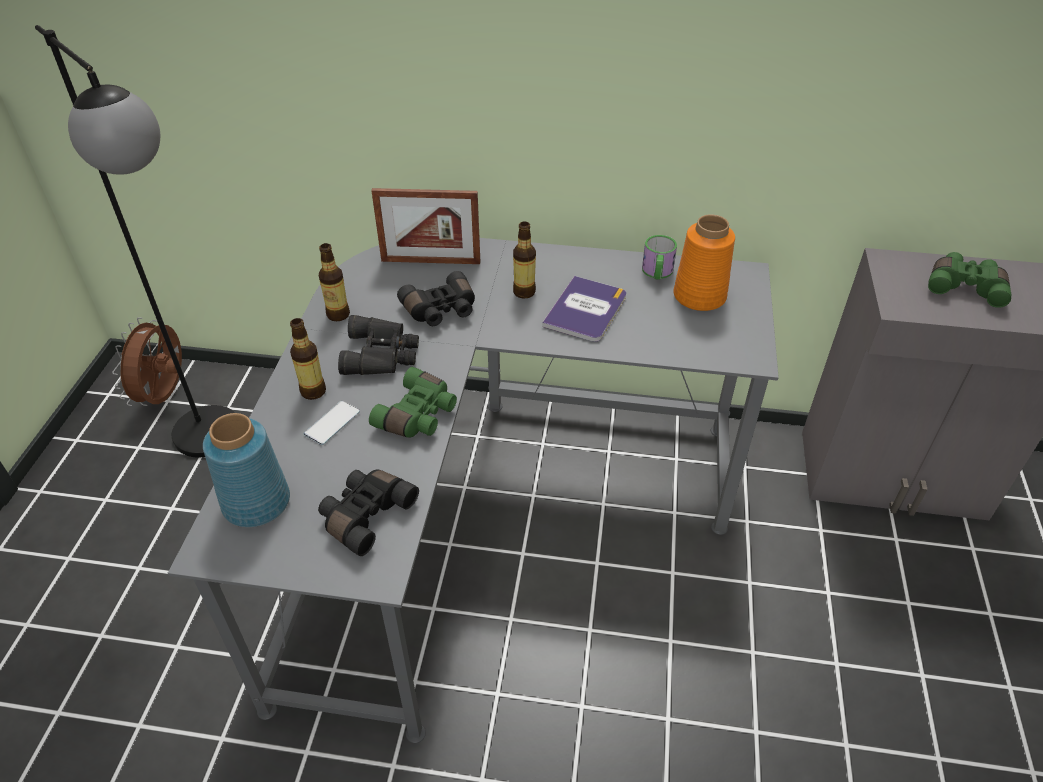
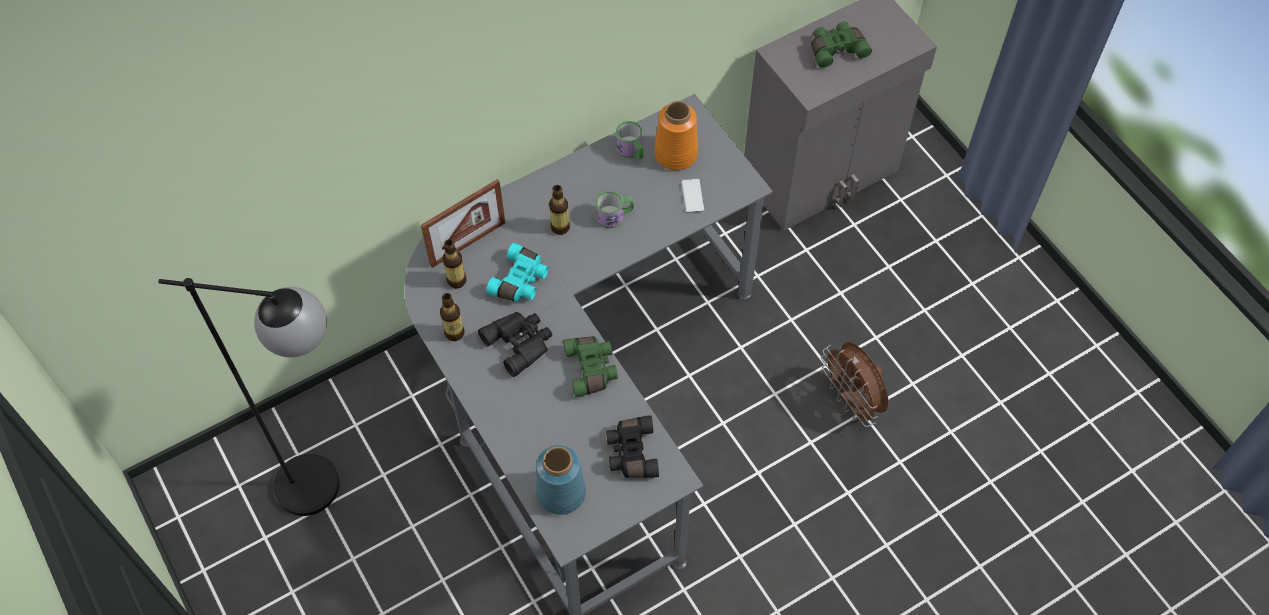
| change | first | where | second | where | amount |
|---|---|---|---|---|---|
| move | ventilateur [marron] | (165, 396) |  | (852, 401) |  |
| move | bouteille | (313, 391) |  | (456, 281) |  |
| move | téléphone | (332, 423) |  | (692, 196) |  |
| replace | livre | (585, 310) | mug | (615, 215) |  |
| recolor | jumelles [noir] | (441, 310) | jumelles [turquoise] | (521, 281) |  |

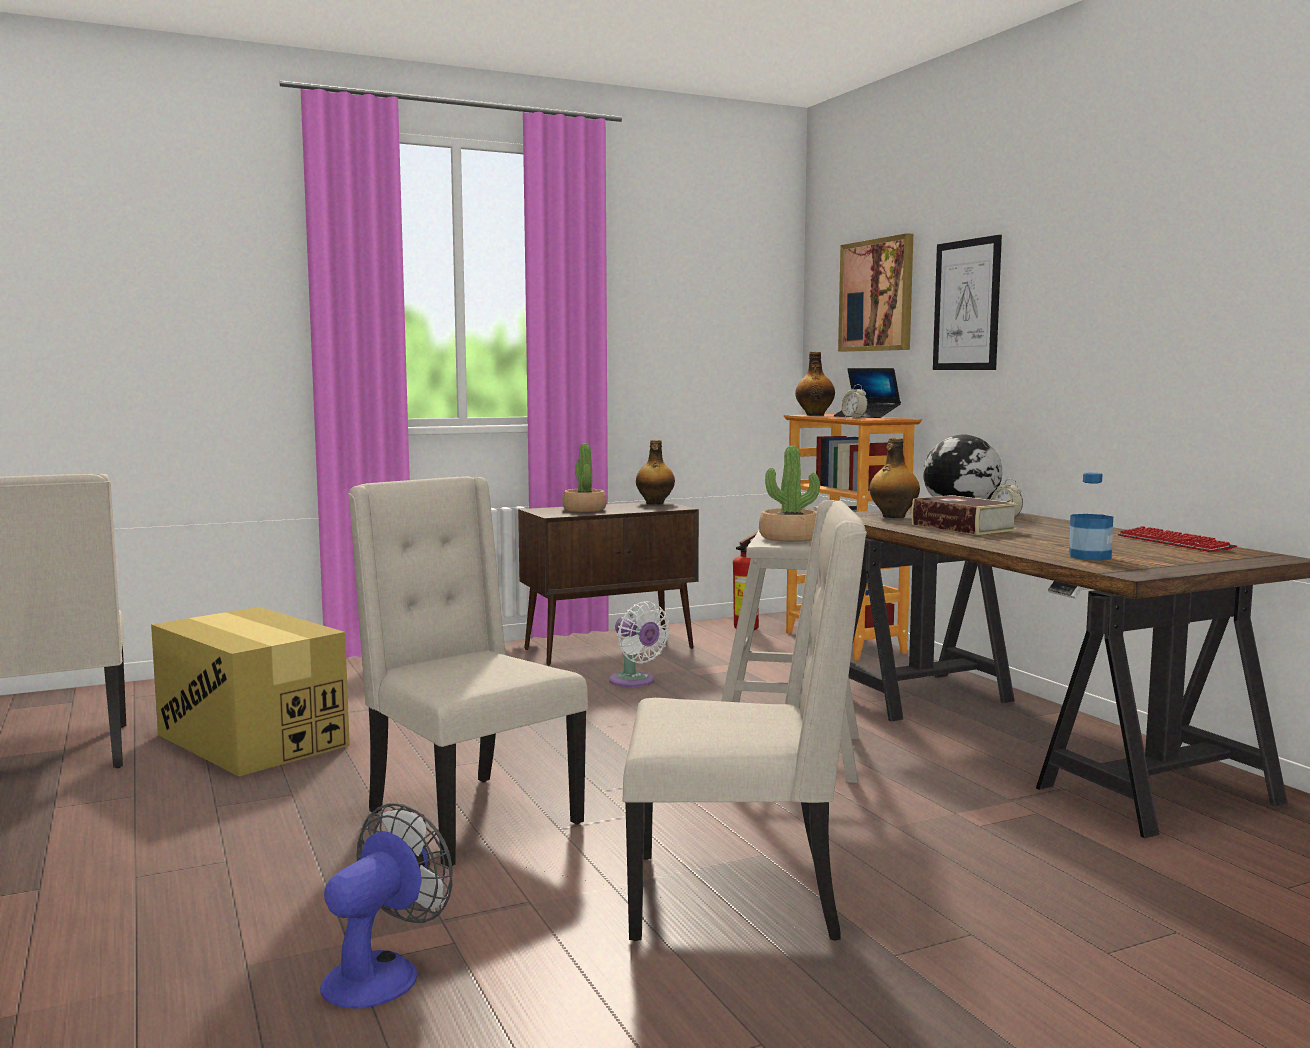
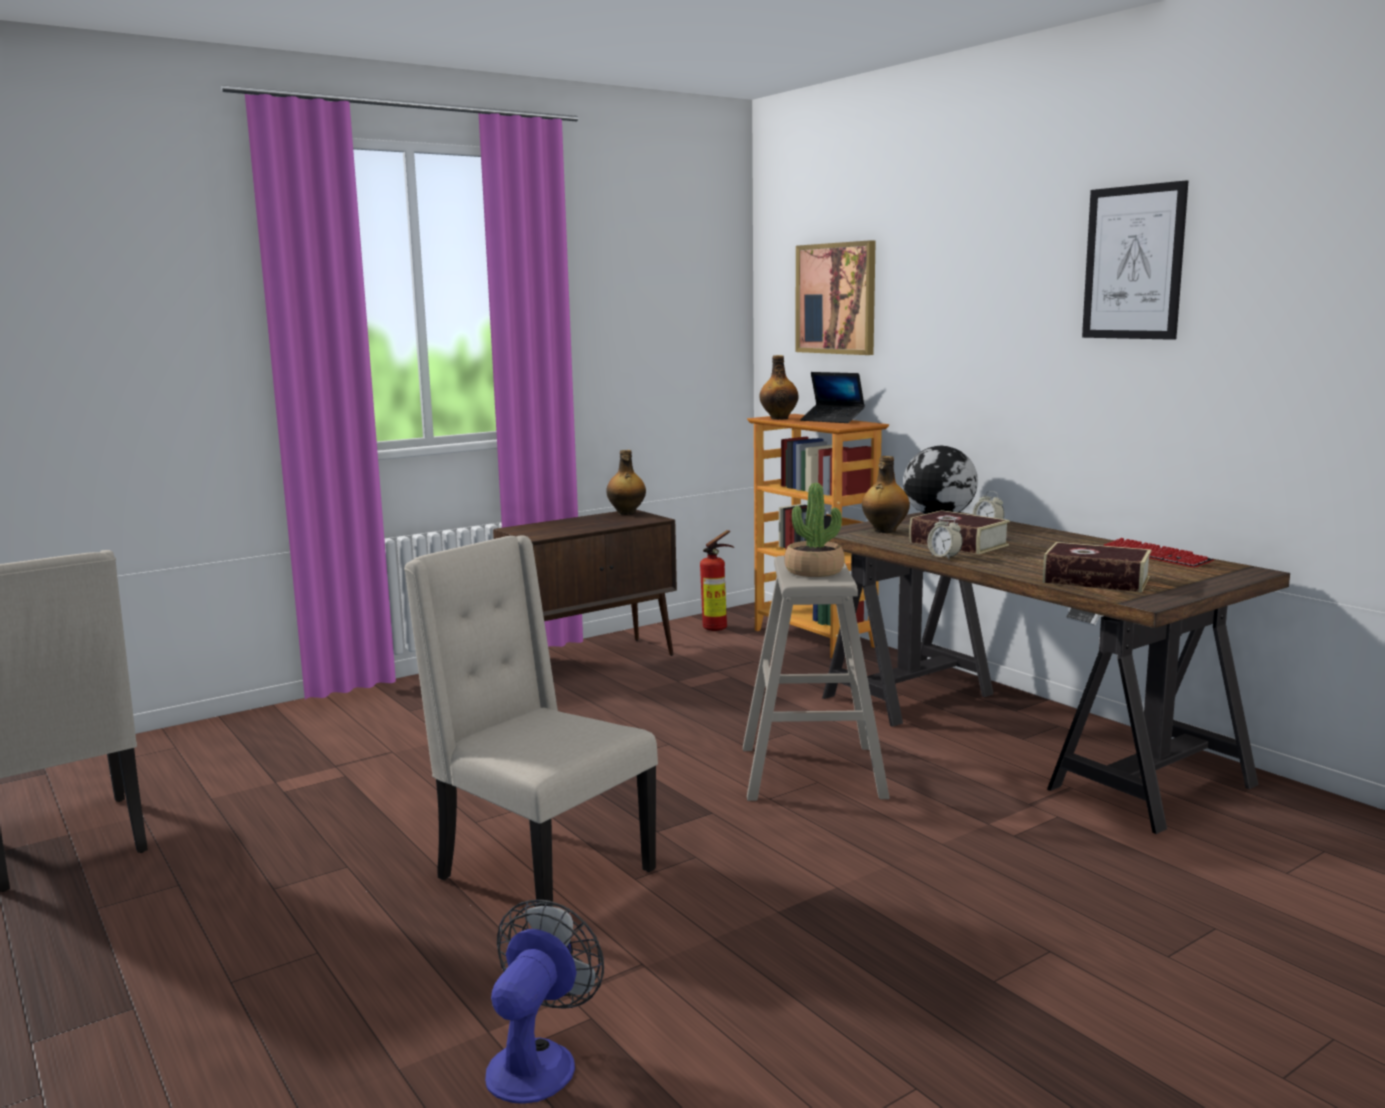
| change | first | where | second | where | amount |
|---|---|---|---|---|---|
| delete | carton | (252, 740) |  |  |  |
| delete | plante en pot | (584, 509) |  |  |  |
| delete | ventilateur [blanc] | (635, 682) |  |  |  |
| delete | chaise [beige] | (739, 897) |  |  |  |
| move | réveil | (854, 418) |  | (944, 557) |  |
| move | tableau | (966, 305) |  | (1133, 263) |  |
| replace | bouteille | (1090, 557) | livre | (1096, 580) |  |

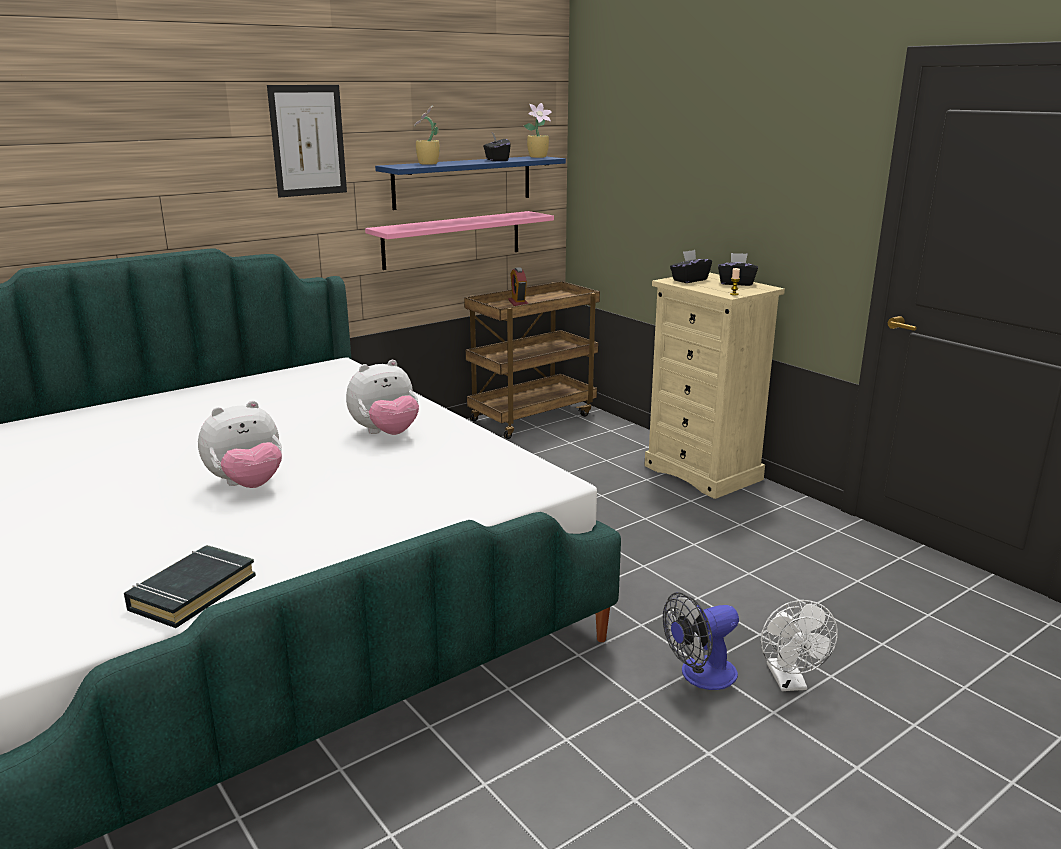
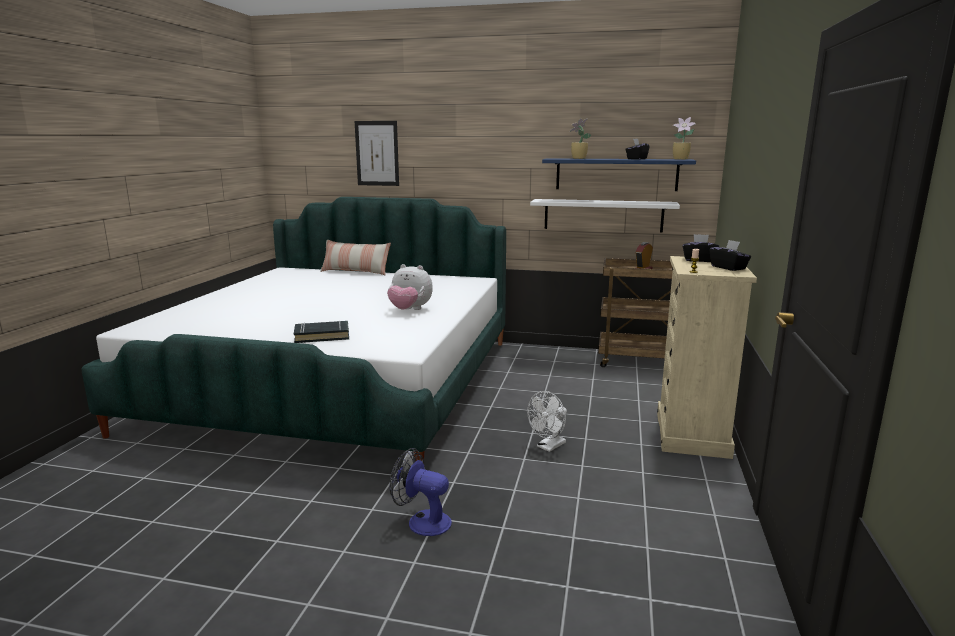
| change | first | where | second | where | amount |
|---|---|---|---|---|---|
| delete | peluche | (247, 485) |  |  |  |
| insert |  |  | coussin | (355, 272) |  |
| move | livre [noir] | (192, 592) |  | (322, 336) |  |
| move | tableau | (308, 140) |  | (377, 153) |  |
| move | ventilateur [blanc] | (789, 682) |  | (548, 447) |  |
| recolor | étagère [rose] | (452, 239) | étagère [blanc] | (603, 215) |  |

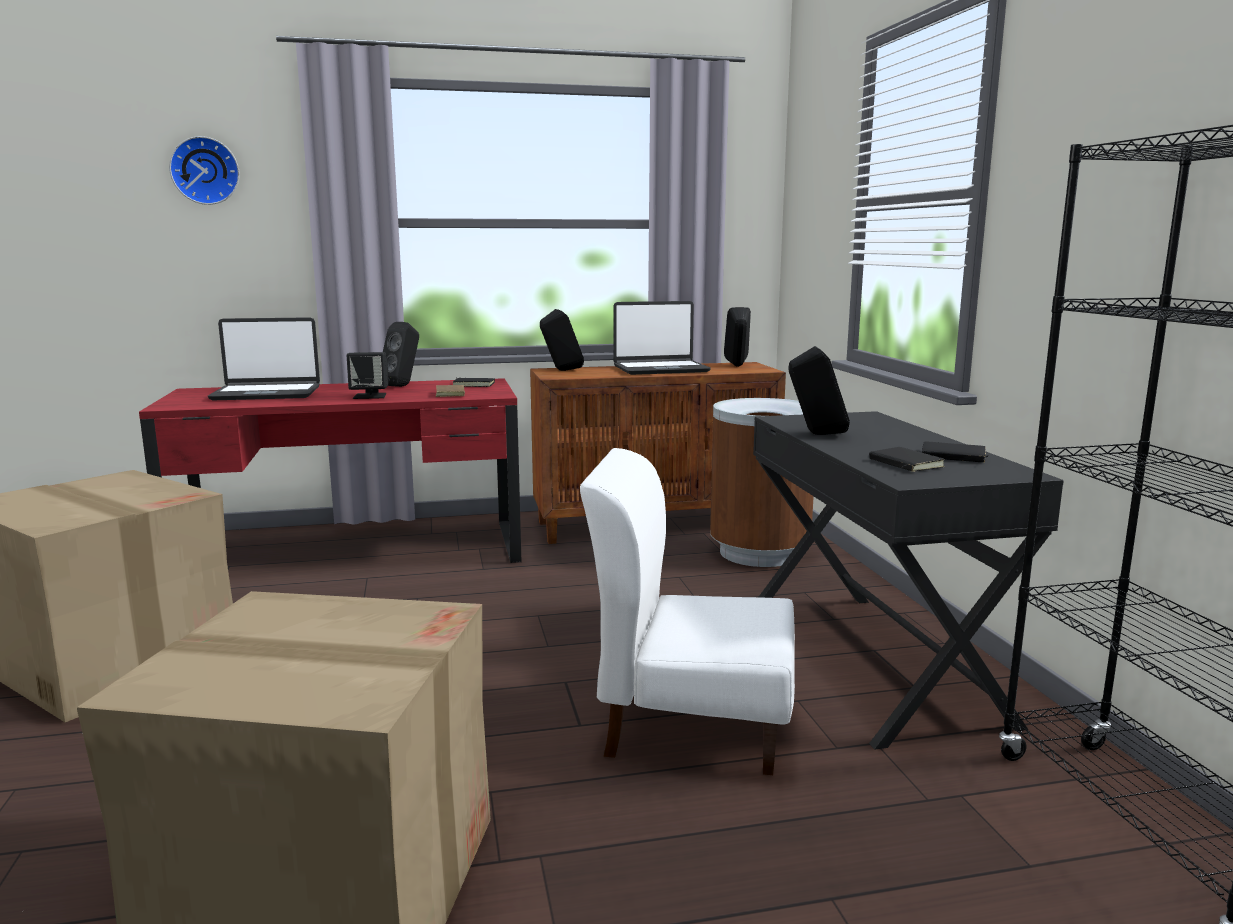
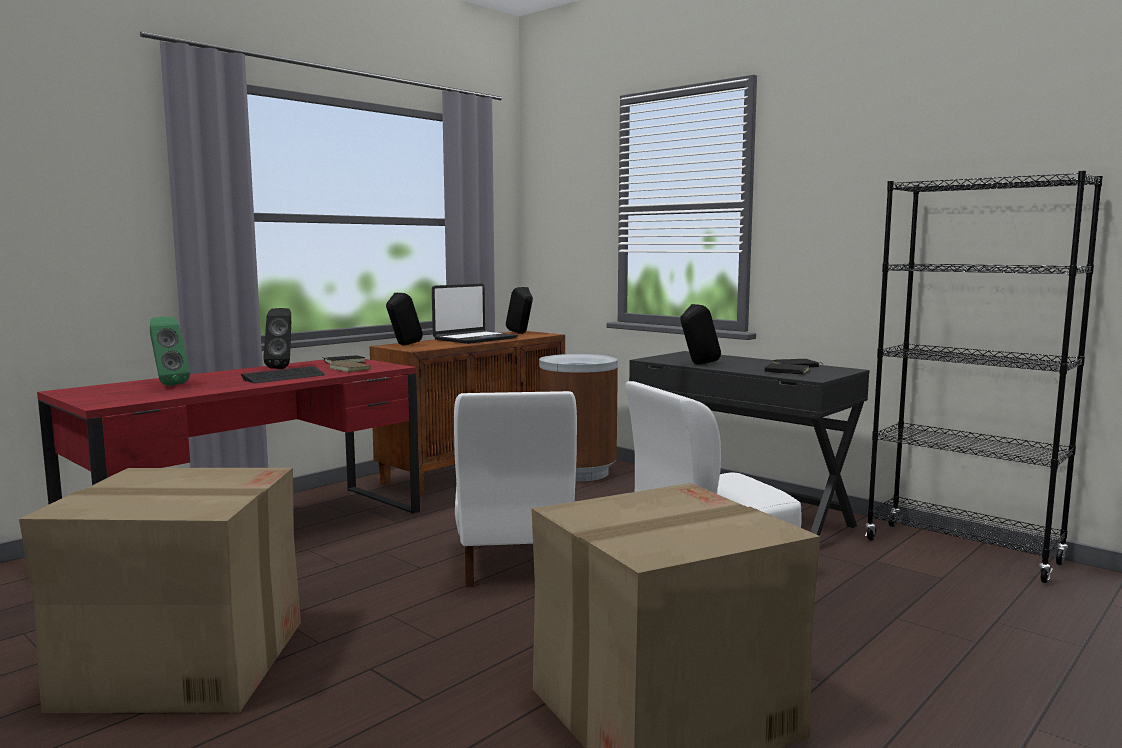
| change | first | where | second | where | amount |
|---|---|---|---|---|---|
| delete | horloge murale | (206, 171) |  |  |  |
| insert |  |  | chaise [blanc] | (514, 563) |  |
| replace | ordinateur portable | (266, 393) | enceinte [vert] | (168, 385) |  |
| replace | enceinte [noir] | (370, 396) | clavier | (284, 377) |  |

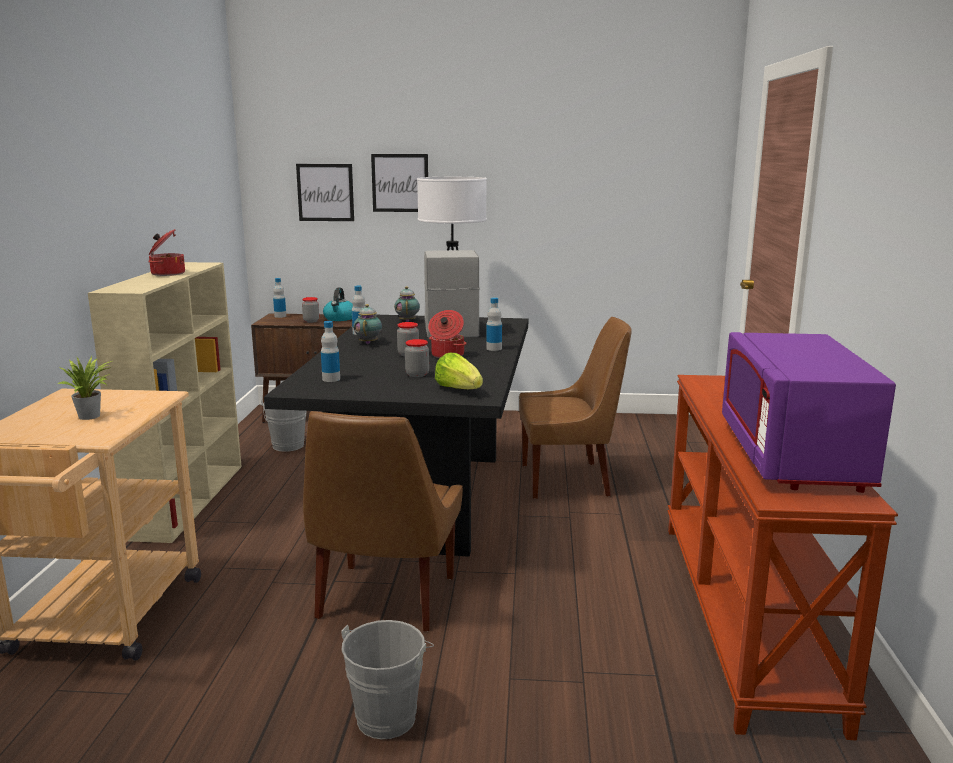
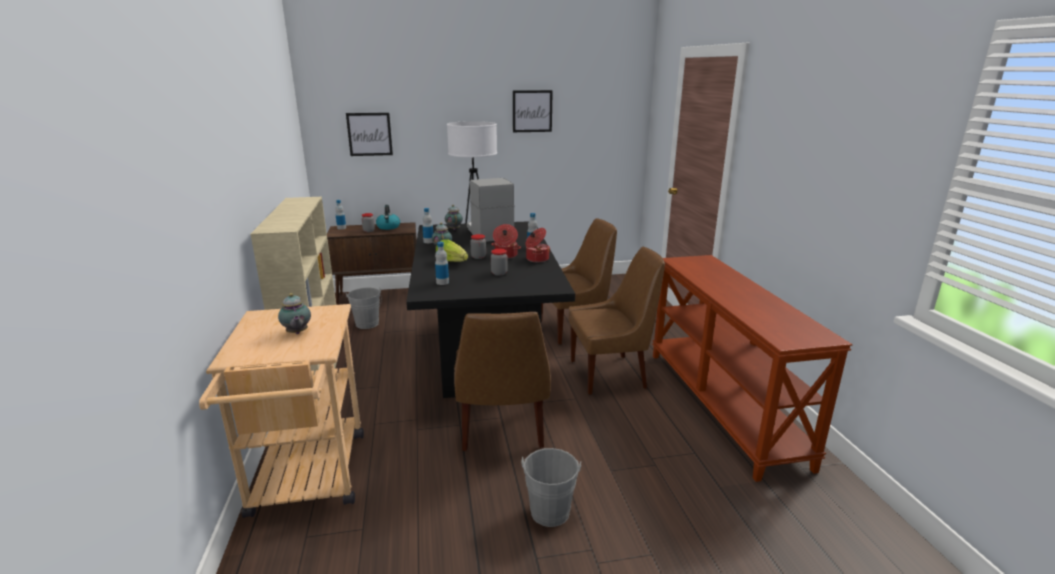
| change | first | where | second | where | amount |
|---|---|---|---|---|---|
| delete | micro-ondes [violet] | (791, 456) |  |  |  |
| insert |  |  | chaise [marron] | (610, 374) |  |
| move | marmite | (167, 273) |  | (536, 259) |  |
| move | tableau | (400, 183) |  | (532, 111) |  |
| move | laitue | (459, 389) |  | (451, 262) |  |
| replace | plante en pot | (92, 416) | théière | (297, 333) |  |

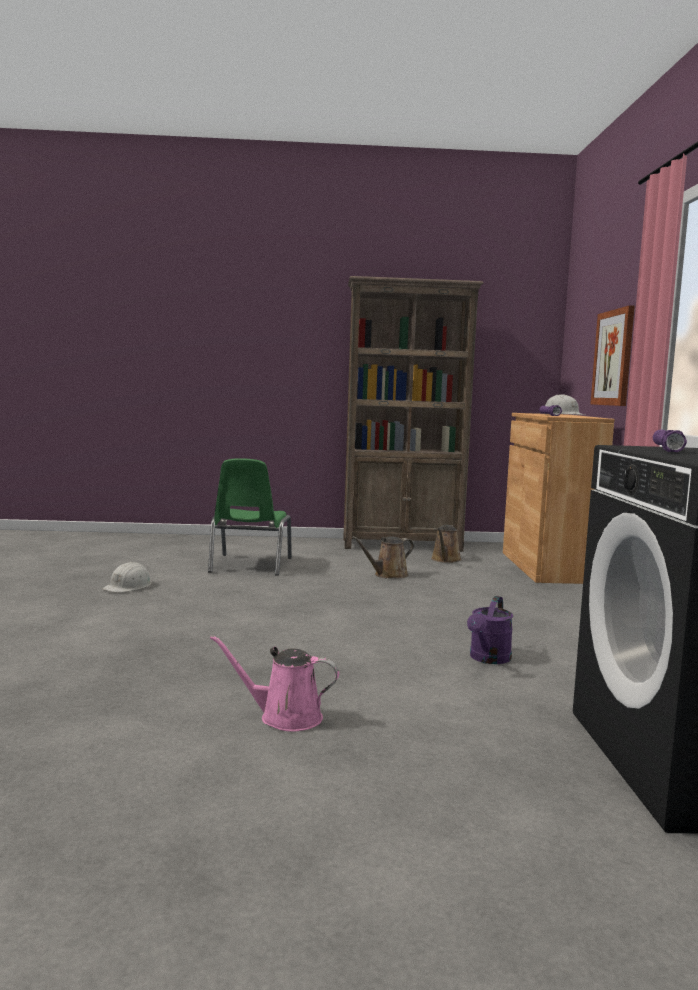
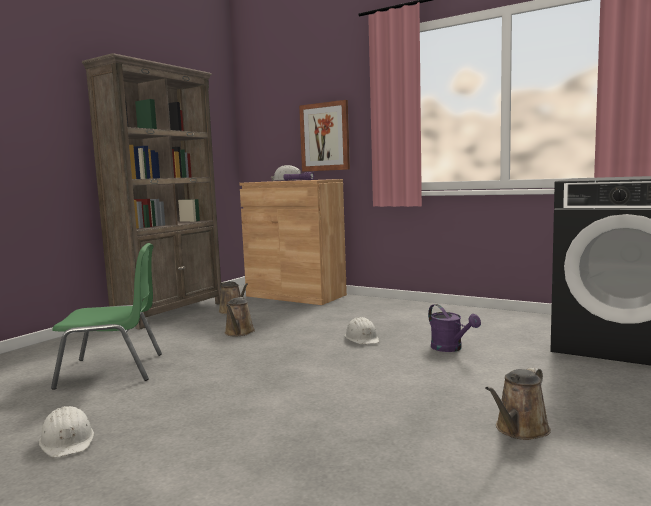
| change | first | where | second | where | amount |
|---|---|---|---|---|---|
| delete | lampe de poche [violet] | (666, 449) |  |  |  |
| insert |  |  | casque de chantier [blanc] | (362, 338) |  |
| recolor | arrosoir [rose] | (284, 717) | arrosoir [marron] | (519, 430) |  |
| rotate | chaise [vert] | (249, 565) |  | (113, 370) | 45 degrees counterclockwise |

